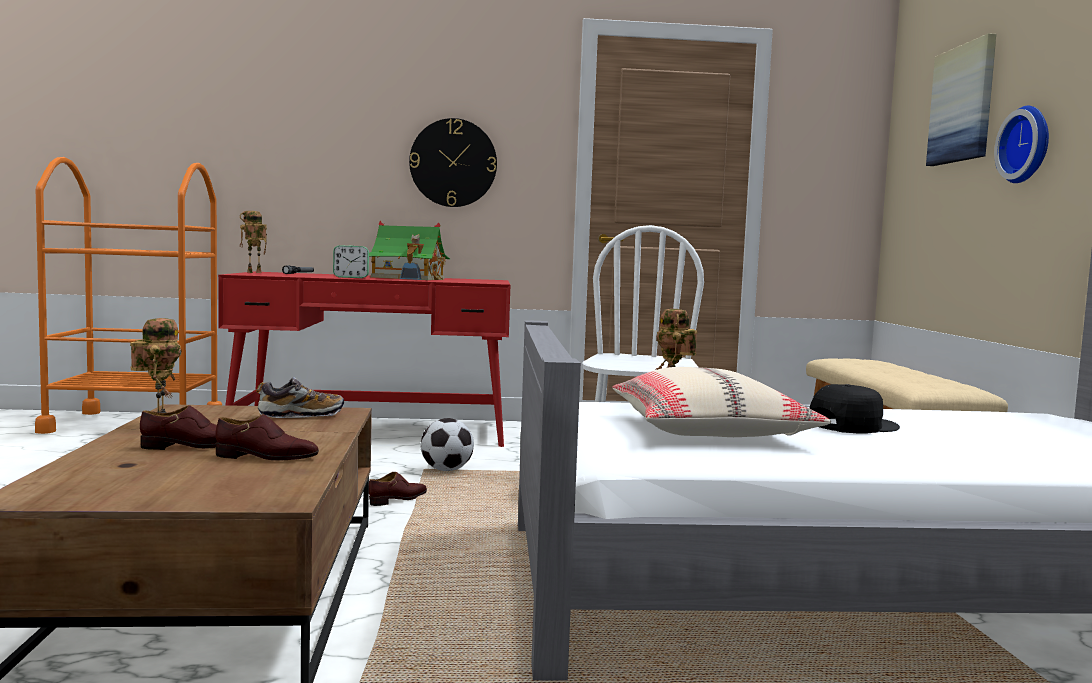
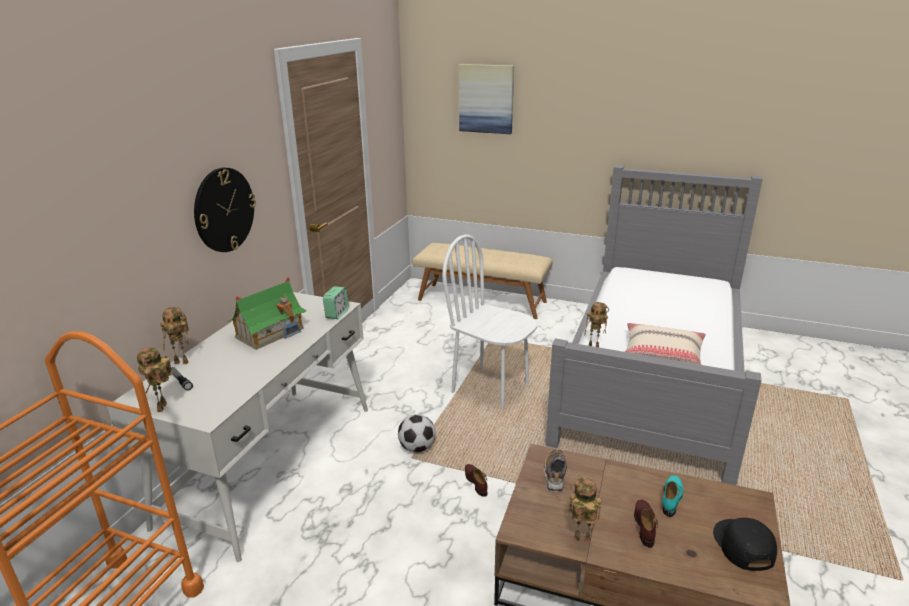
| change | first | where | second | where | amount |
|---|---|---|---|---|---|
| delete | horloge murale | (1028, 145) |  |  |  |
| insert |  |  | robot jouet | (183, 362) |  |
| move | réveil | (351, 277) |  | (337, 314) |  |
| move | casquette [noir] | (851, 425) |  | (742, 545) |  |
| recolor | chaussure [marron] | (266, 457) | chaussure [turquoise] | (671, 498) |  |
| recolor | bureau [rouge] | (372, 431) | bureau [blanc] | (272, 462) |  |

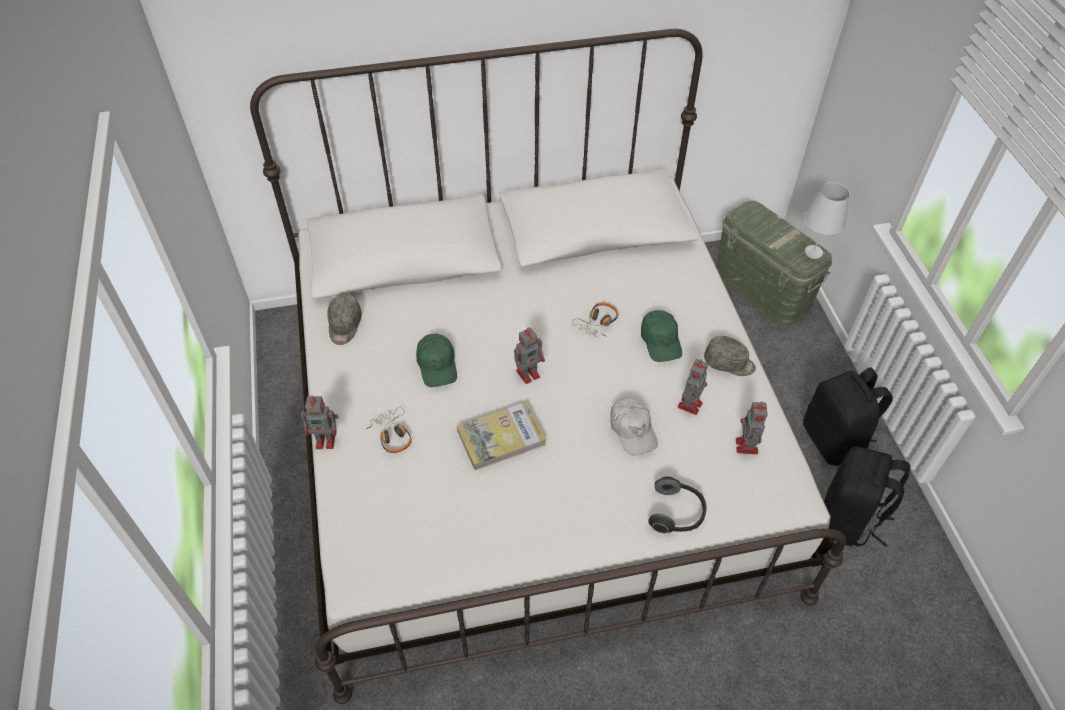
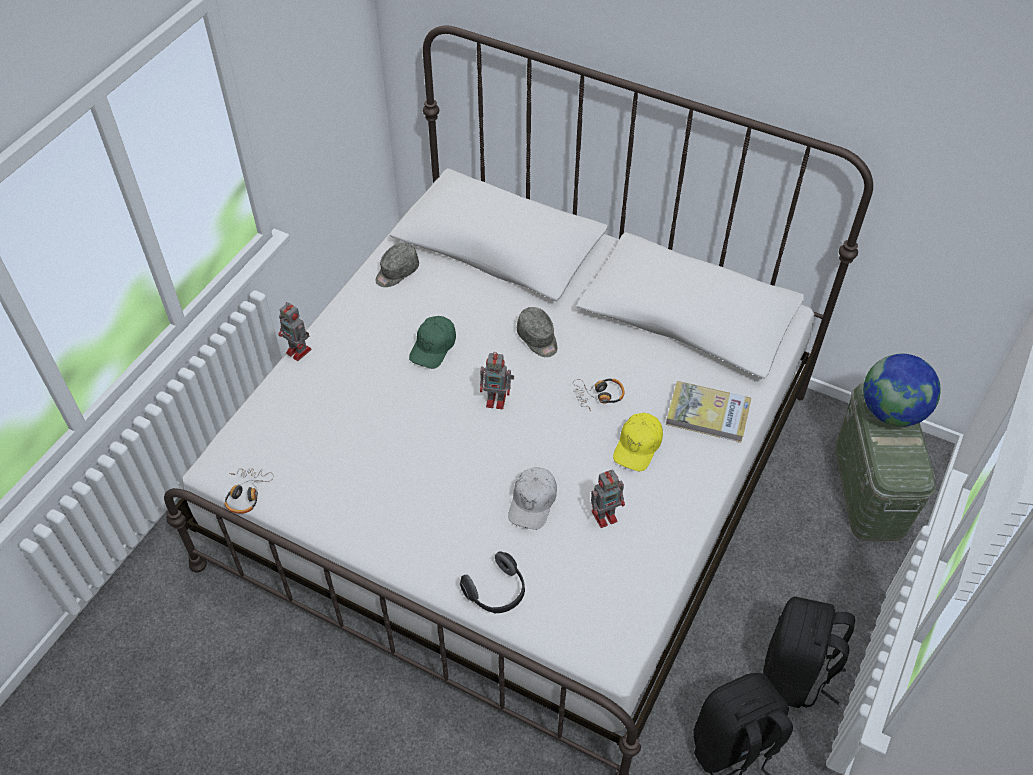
| change | first | where | second | where | amount |
|---|---|---|---|---|---|
| delete | robot jouet | (746, 447) |  |  |  |
| delete | lampe de table [blanc] | (813, 252) |  |  |  |
| insert |  |  | globe | (891, 412) |  |
| move | casque audio | (392, 434) |  | (246, 494) |  |
| move | livre | (501, 438) |  | (708, 414) |  |
| move | casquette [gris] | (729, 363) |  | (538, 339) |  |
| recolor | casquette [vert] | (660, 340) | casquette [jaune] | (638, 446) |  |

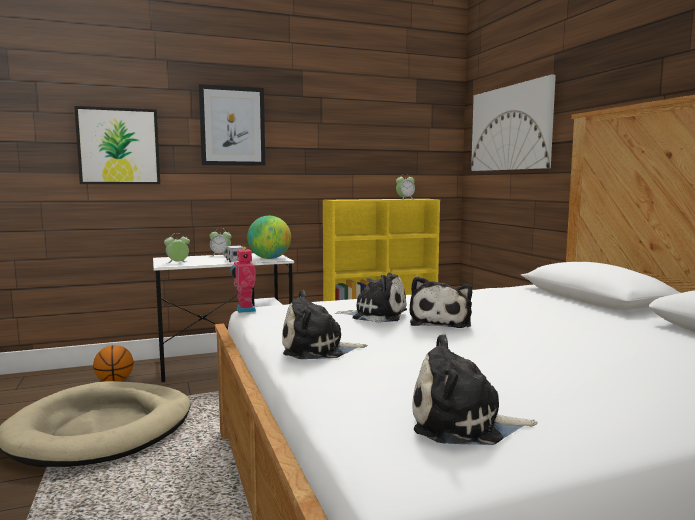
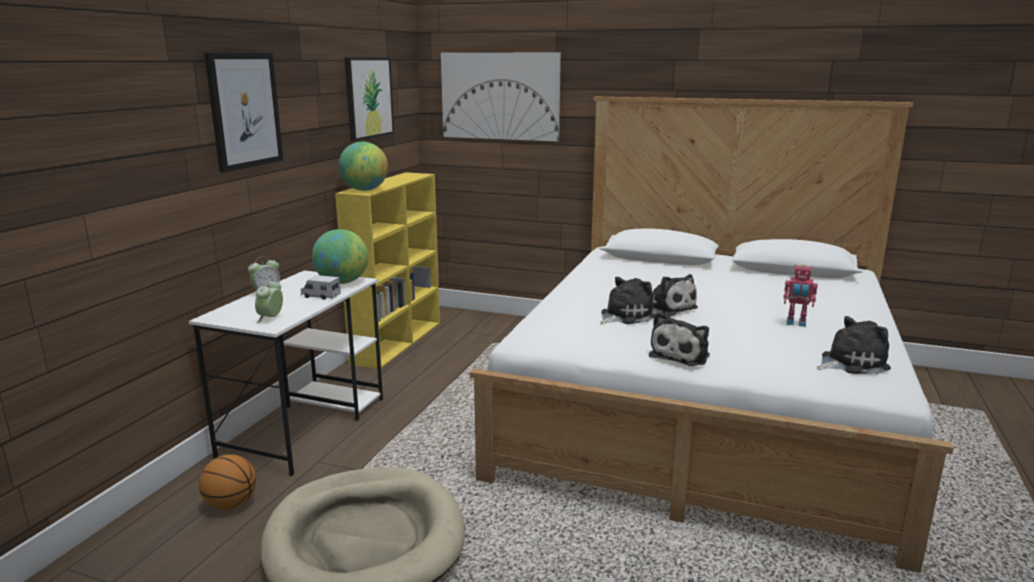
| change | first | where | second | where | amount |
|---|---|---|---|---|---|
| delete | réveil | (405, 199) |  |  |  |
| insert |  |  | globe | (365, 190) |  |
| move | tableau | (119, 146) |  | (368, 97) |  |
| move | robot jouet | (244, 310) |  | (796, 323) |  |
| rotate | peluche | (463, 424) |  | (850, 363) | 150 degrees counterclockwise |

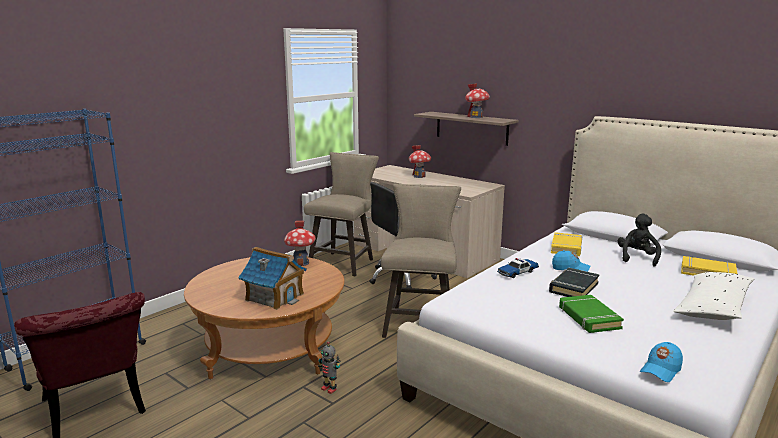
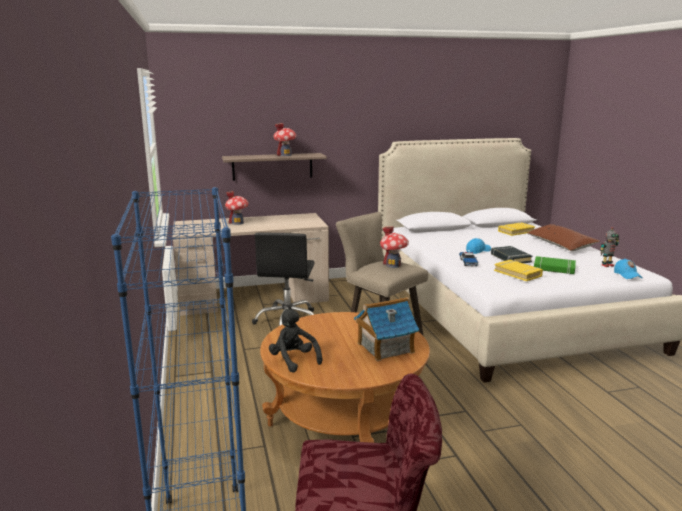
| change | first | where | second | where | amount |
|---|---|---|---|---|---|
| delete | tabouret [beige] | (344, 262) |  |  |  |
| move | maison miniature | (301, 263) |  | (393, 265) |  |
| move | robot jouet | (329, 389) |  | (607, 265) |  |
| move | livre [jaune] | (566, 247) |  | (518, 273) |  |
| move | peluche [noir] | (637, 258) |  | (293, 360) |  |
| recolor | coussin [blanc] | (713, 306) | coussin [marron] | (560, 245) |  |

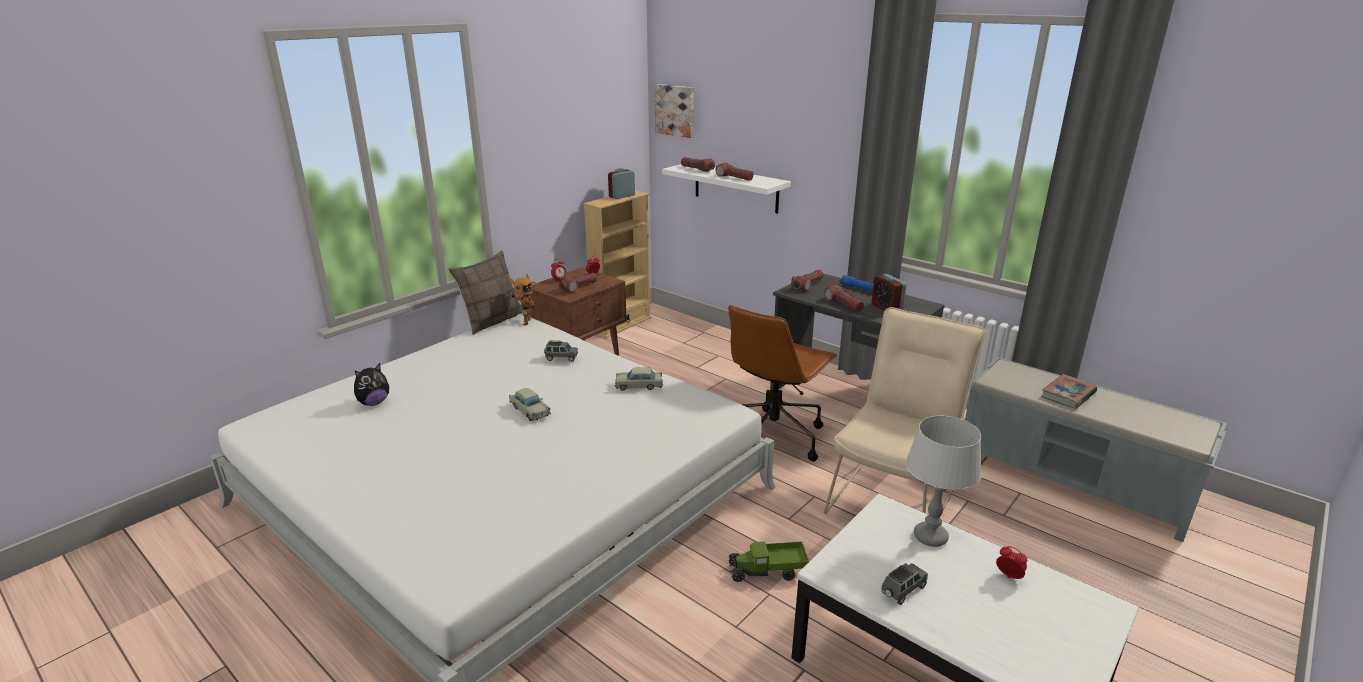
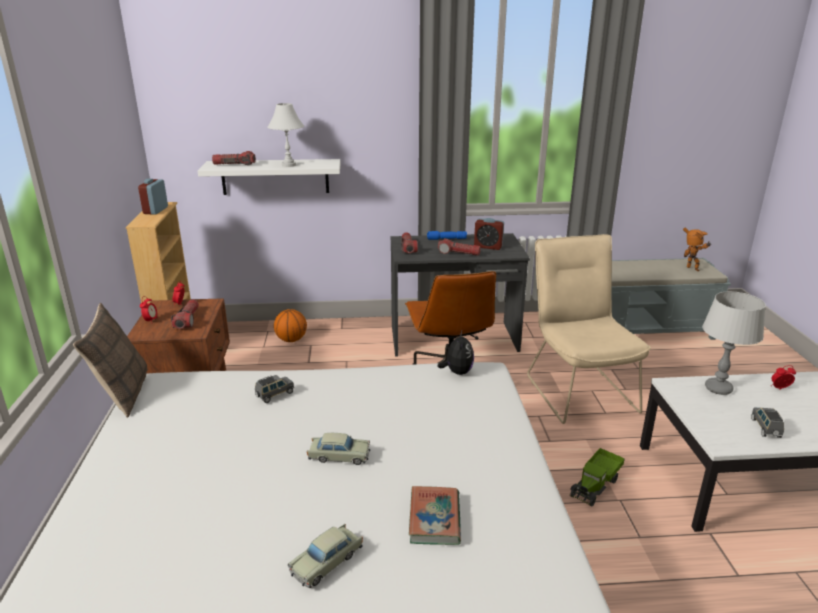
| change | first | where | second | where | amount |
|---|---|---|---|---|---|
| delete | tableau | (675, 110) |  |  |  |
| insert |  |  | ballon de basket | (291, 340) |  |
| move | peluche | (373, 403) |  | (457, 372) |  |
| move | robot jouet | (524, 322) |  | (691, 269) |  |
| move | petite voiture [beige] | (639, 386) |  | (327, 562) |  |
| move | livre | (1068, 395) |  | (435, 519) |  |
| replace | lampe de poche | (734, 178) | lampe de table [blanc] | (288, 165) |  |

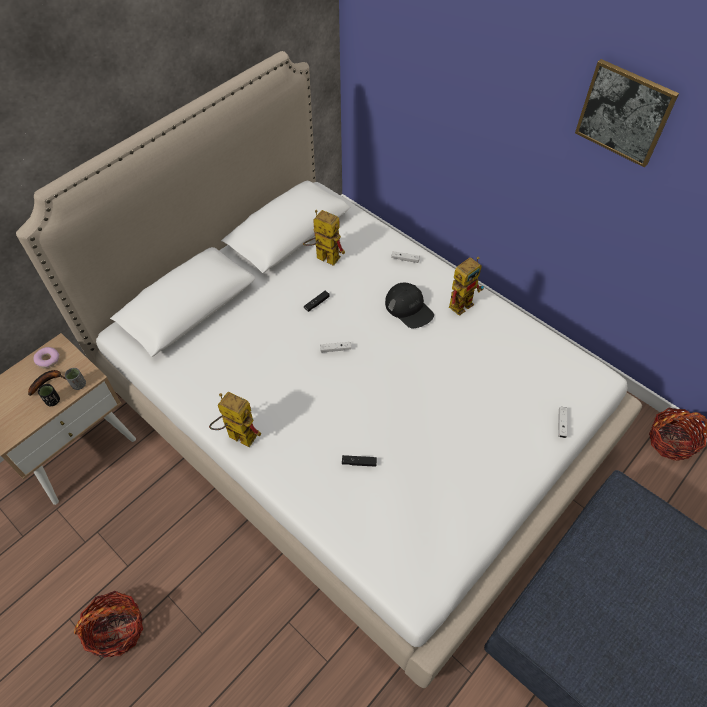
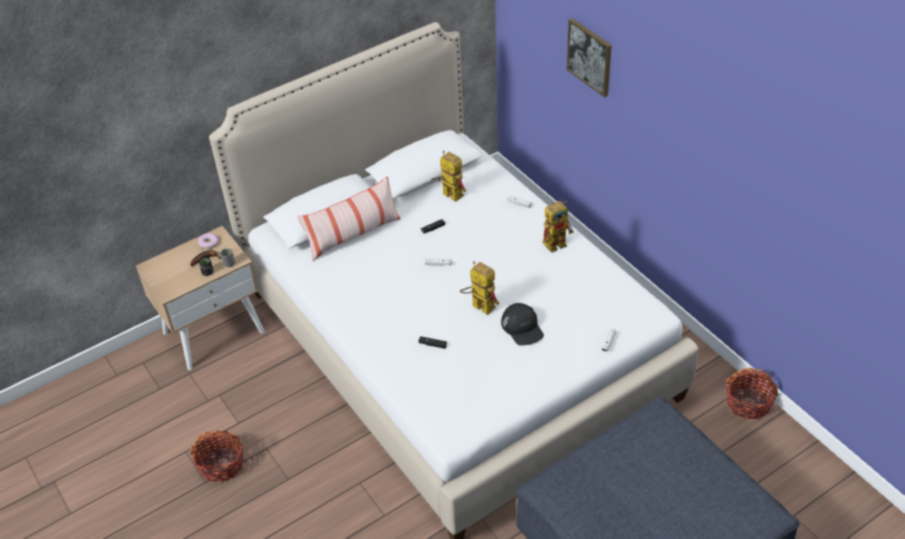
| change | first | where | second | where | amount |
|---|---|---|---|---|---|
| insert |  |  | coussin | (353, 235) |  |
| move | robot jouet | (236, 435) |  | (478, 305) |  |
| move | casquette [noir] | (409, 308) |  | (522, 327) |  |
| move | tableau | (624, 113) |  | (590, 57) |  |

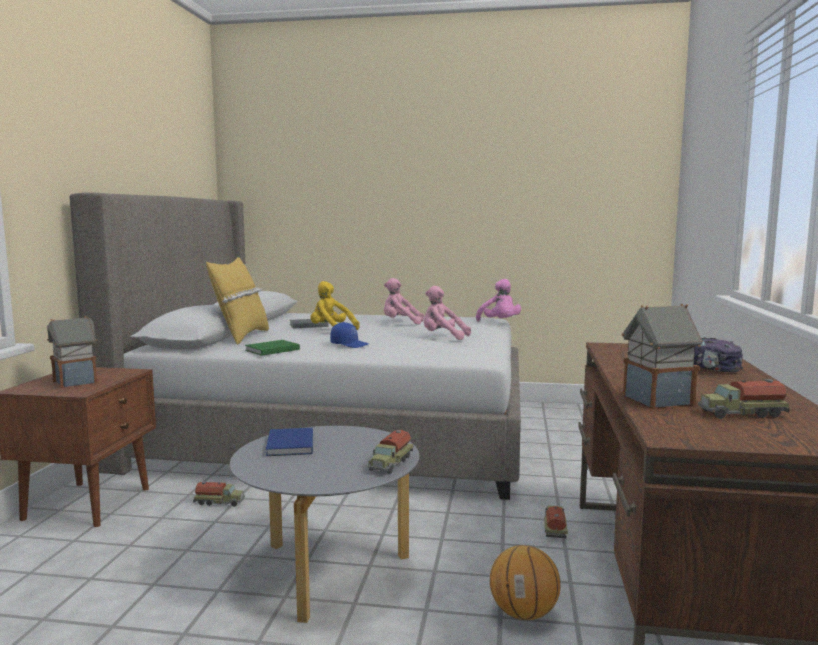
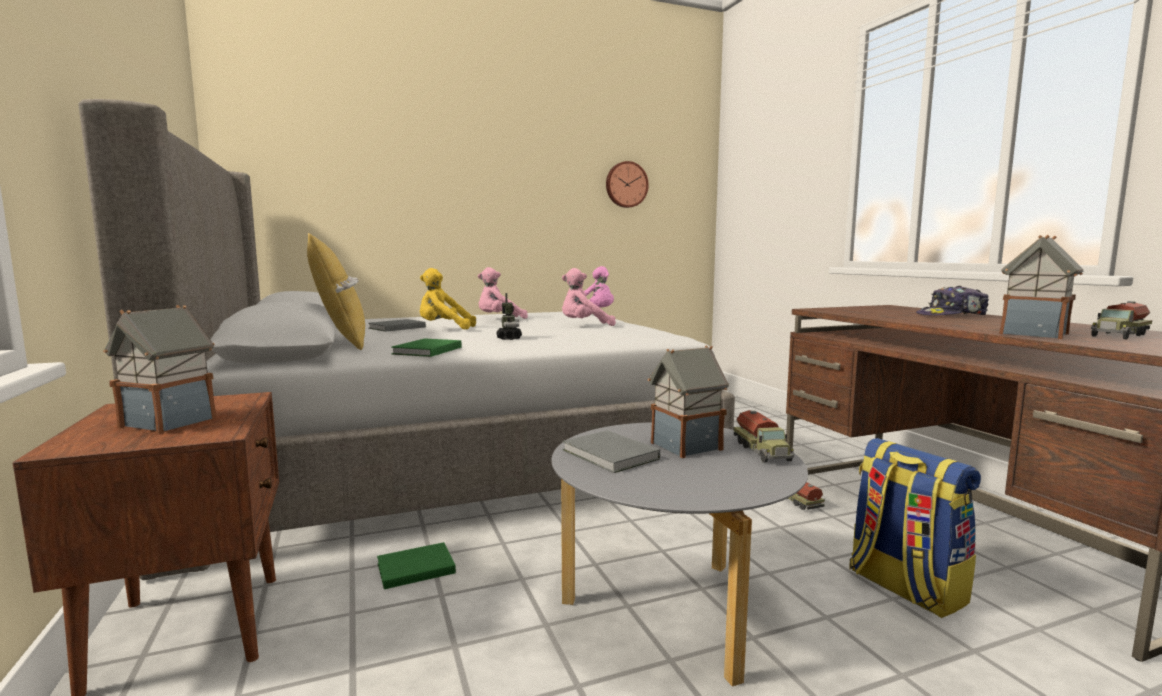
| change | first | where | second | where | amount |
|---|---|---|---|---|---|
| insert |  |  | horloge murale | (626, 184) |  |
| insert |  |  | maison miniature | (685, 447) |  |
| replace | camion jouet | (220, 502) | livre [vert] | (413, 568) |  |
| replace | casquette [bleu] | (350, 344) | robot jouet | (509, 338) |  |
| replace | ballon de basket | (523, 613) | sac à dos | (903, 588) |  |
| recolor | livre [bleu] | (289, 445) | livre [gris] | (610, 455) |  |

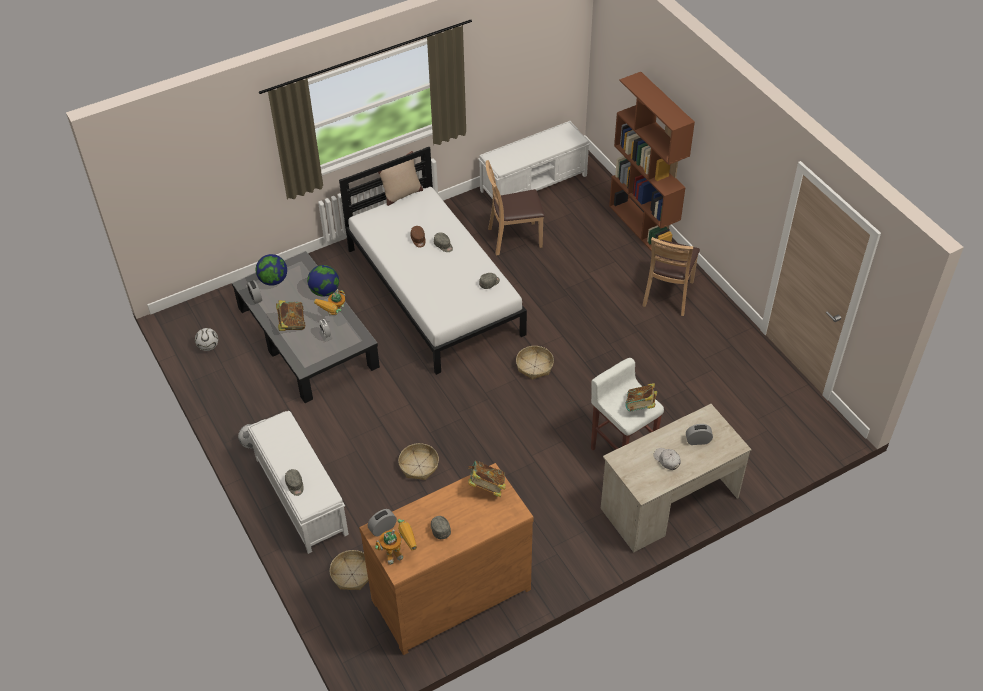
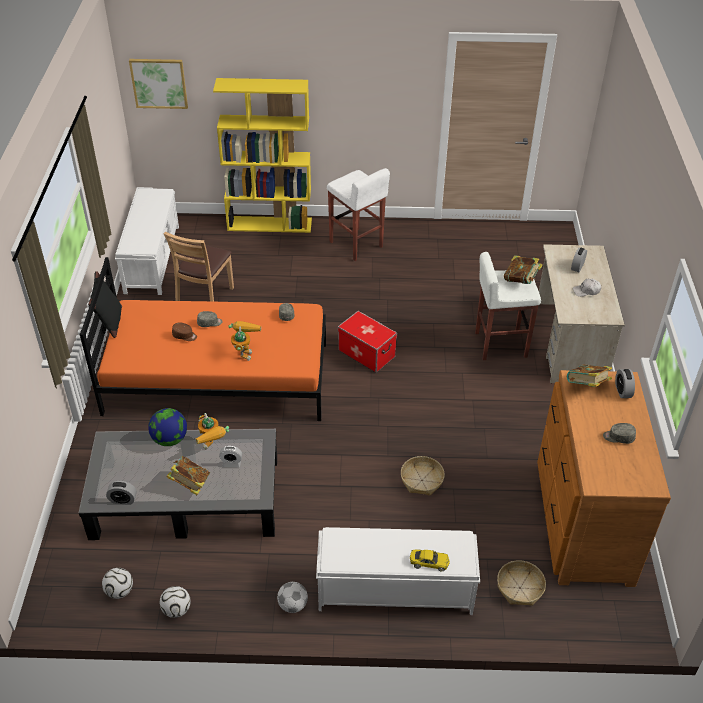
| change | first | where | second | where | amount |
|---|---|---|---|---|---|
| delete | globe | (273, 280) |  |  |  |
| insert |  |  | tableau | (159, 83) |  |
| insert |  |  | ballon de foot | (176, 610) |  |
| move | réveil | (382, 528) |  | (622, 391) |  |
| move | robot jouet | (399, 552) |  | (244, 351) |  |
| replace | casquette [gris] | (295, 485) | petite voiture [jaune] | (429, 562) |  |
| replace | panier | (534, 366) | boîte de rangement | (366, 353) |  |
| replace | chaise [marron] | (668, 294) | tabouret [blanc] | (356, 245) |  |
| recolor | lit [blanc] | (434, 291) | lit [orange] | (217, 377) |  |
| recolor | coussin [beige] | (401, 194) | coussin [noir] | (110, 323) |  |
| recolor | bibliothèque [marron] | (643, 227) | bibliothèque [jaune] | (270, 224) |  |

